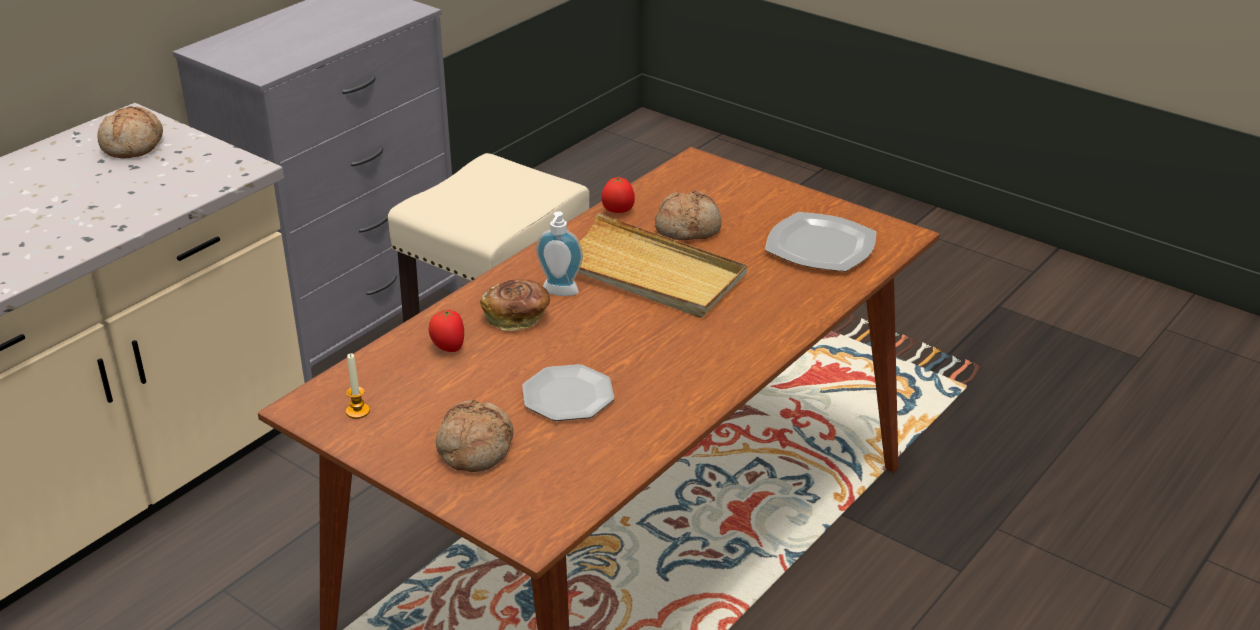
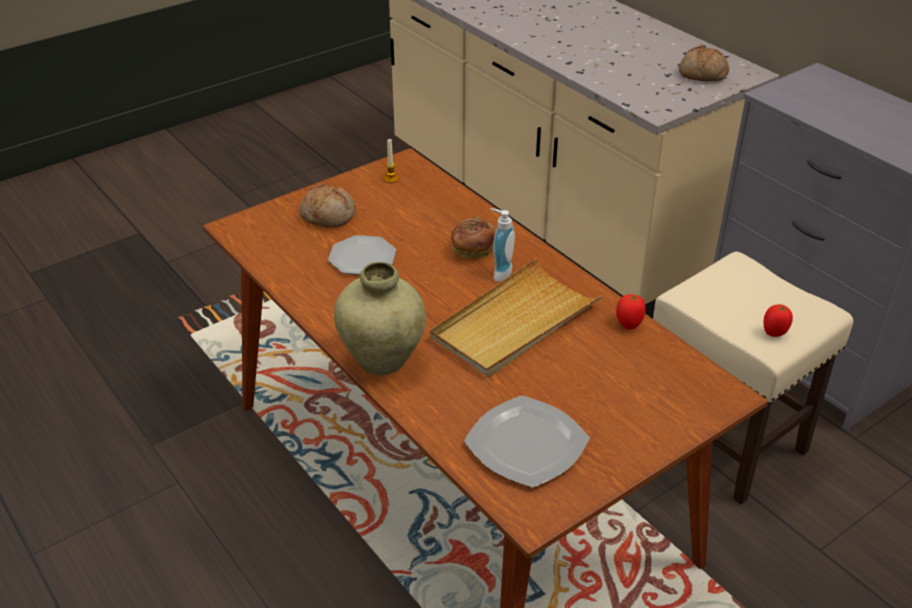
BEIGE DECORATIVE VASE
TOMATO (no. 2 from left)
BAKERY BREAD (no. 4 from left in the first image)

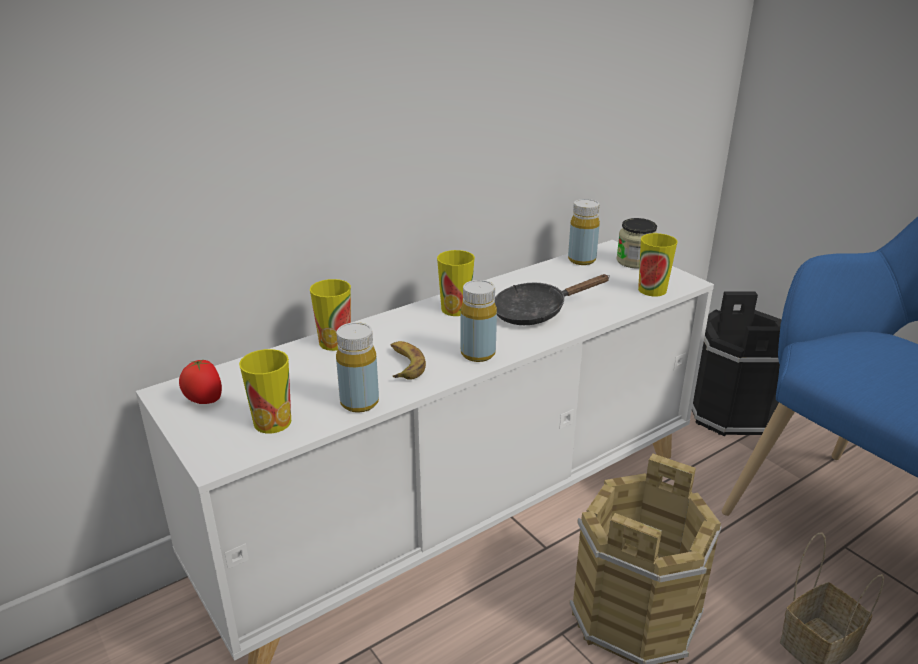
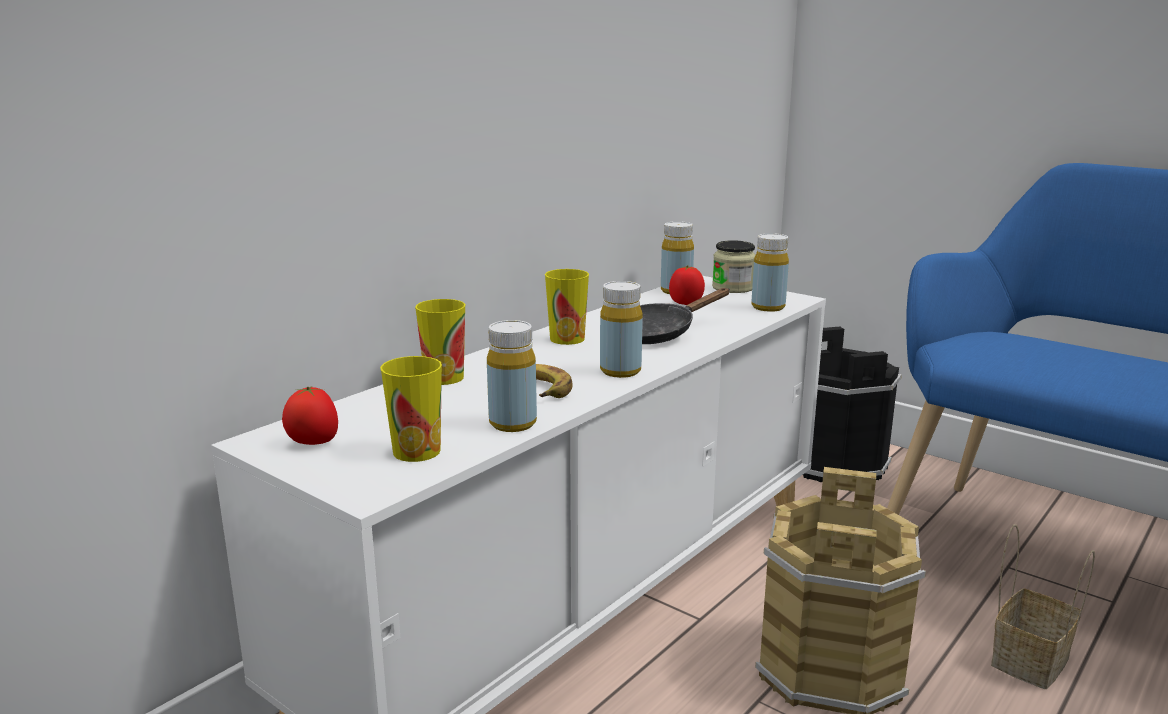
TOMATO (no. 2 from left)
YELLOW BOTTLE (no. 4 from left)

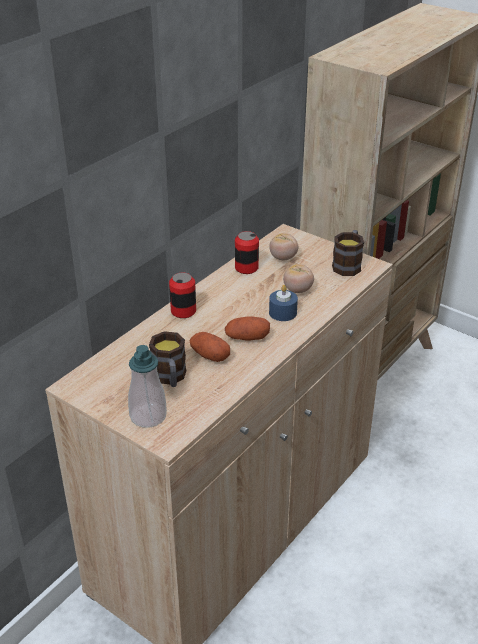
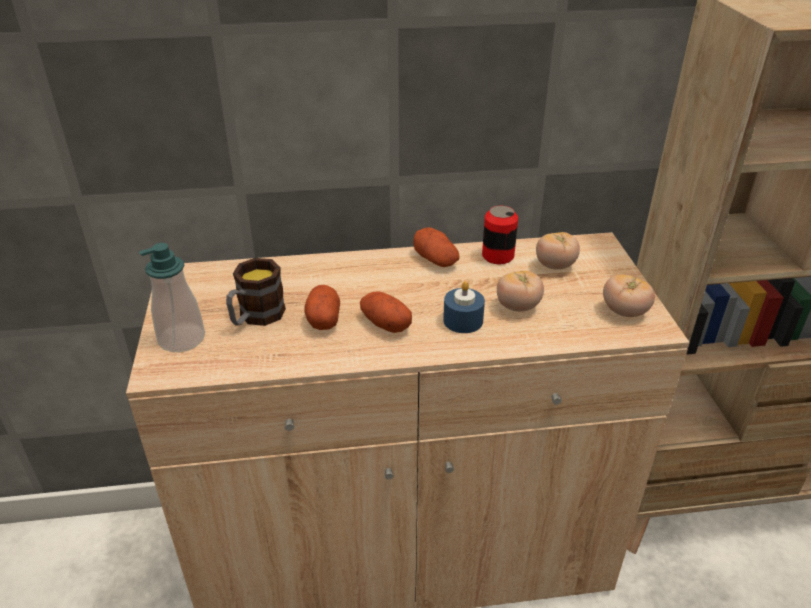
SPUD (no. 3 from left)
TOMATO (no. 3 from left)
SEALED CAN (no. 1 from left in the first image)

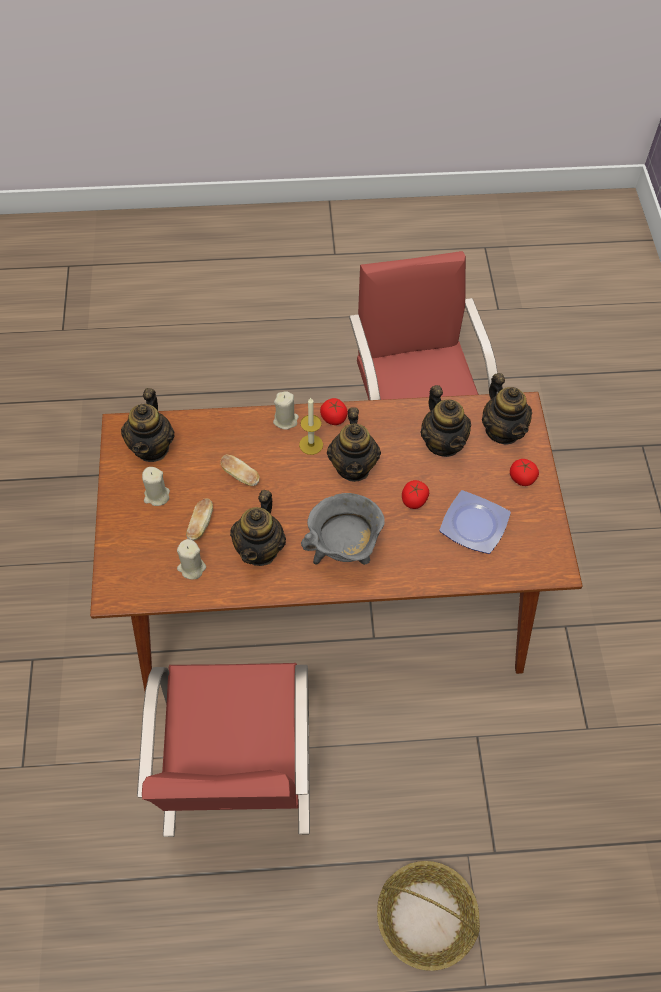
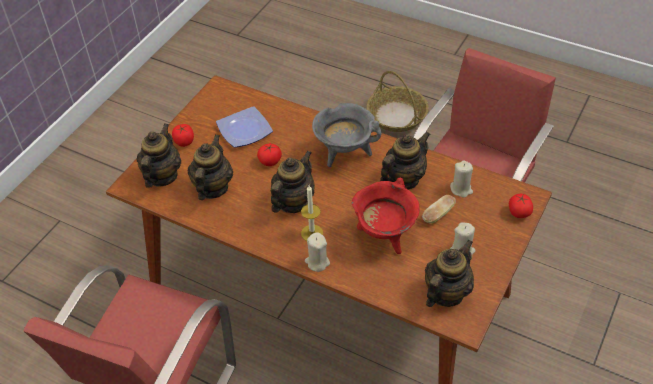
RED SAUCEPOT
TOMATO (no. 3 from left)

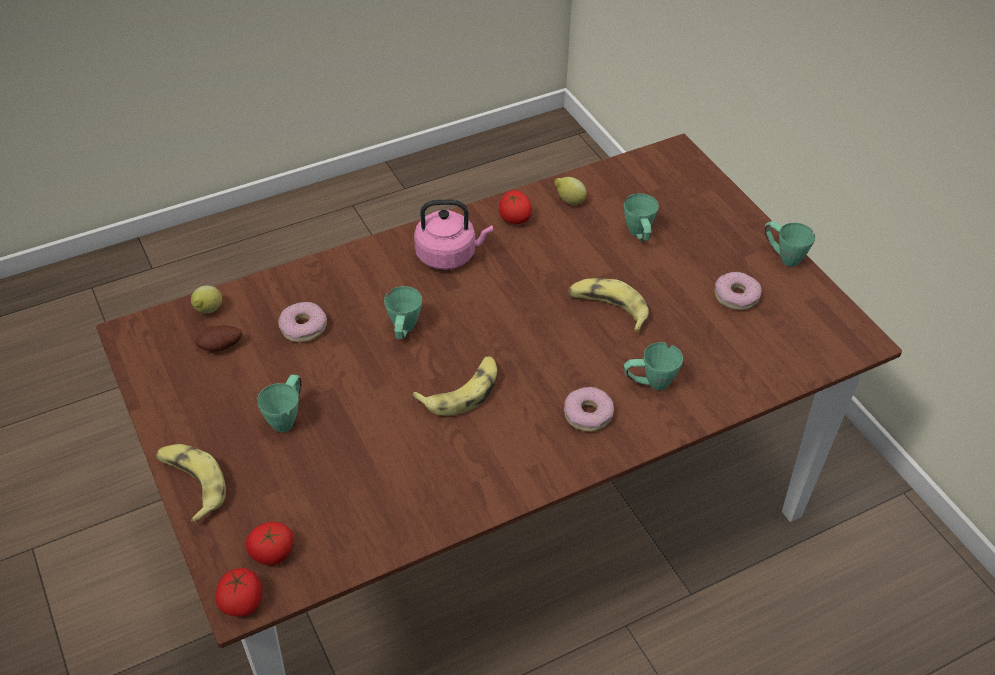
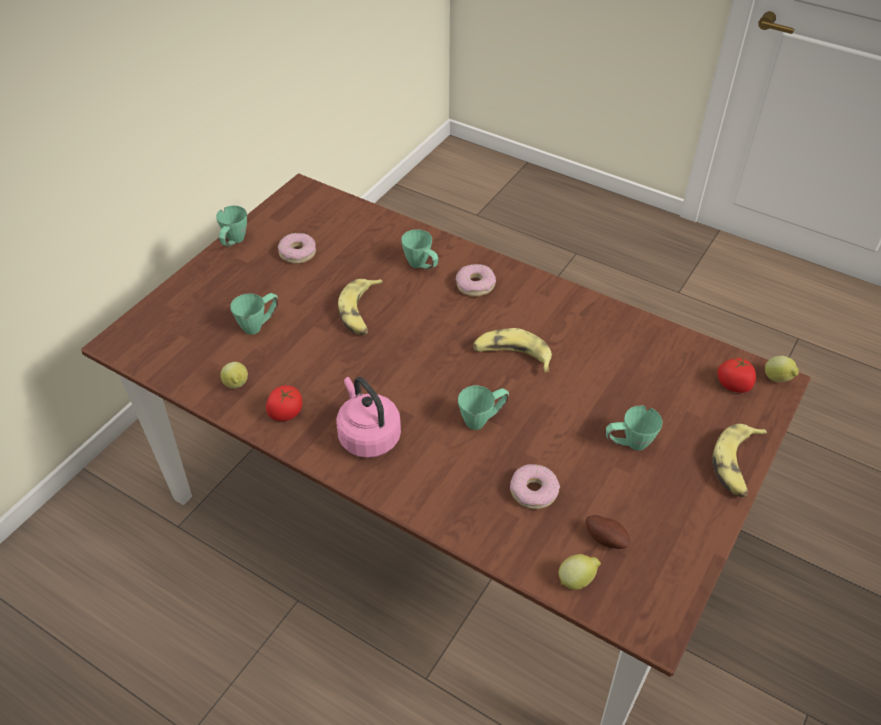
WHOLE LEMON (no. 3 from left)

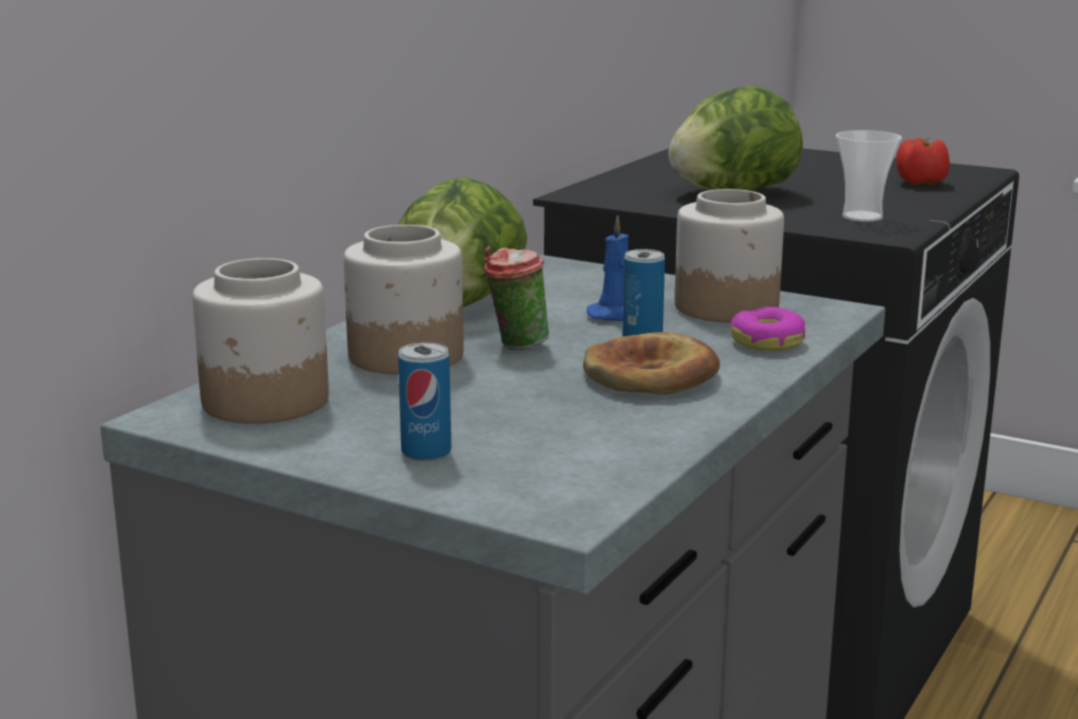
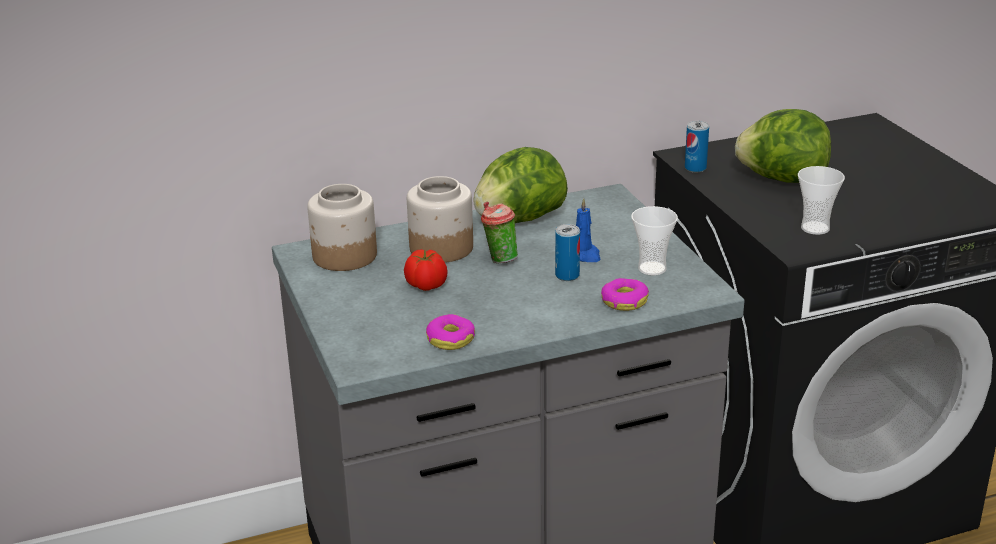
TOMATO
RING DOUGHNUT (no. 1 from left)
SMALL CUP (no. 2 from left)
SEALED CAN (no. 2 from left)
BAKERY BREAD

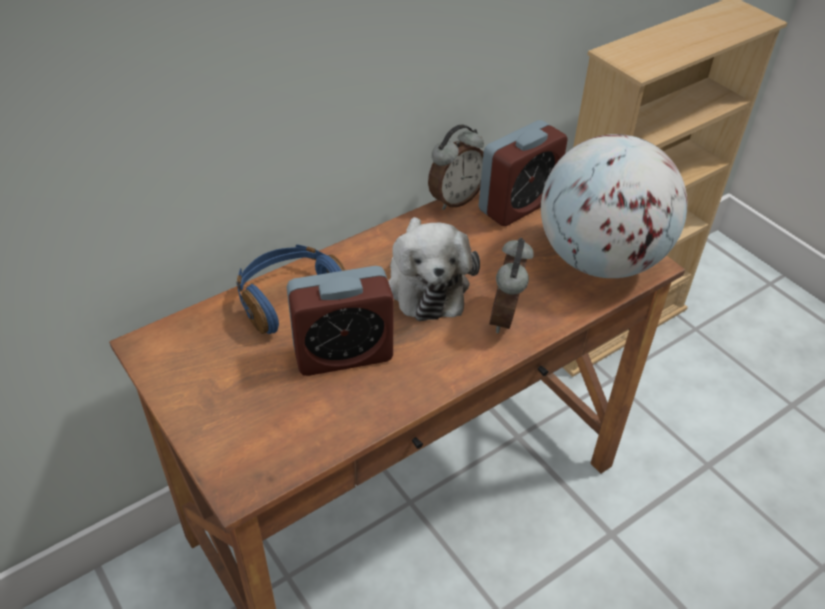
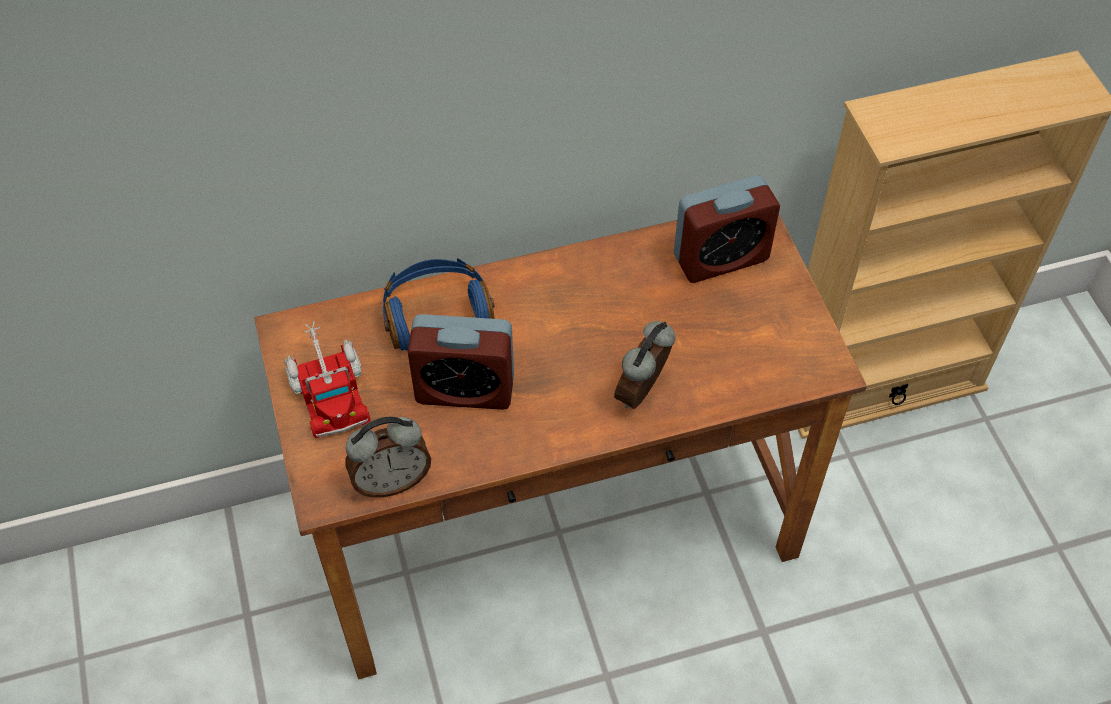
MODEL TRUCK
BEDSIDE CLOCK (no. 1 from left)
CUDDLY TOY
GLOBE

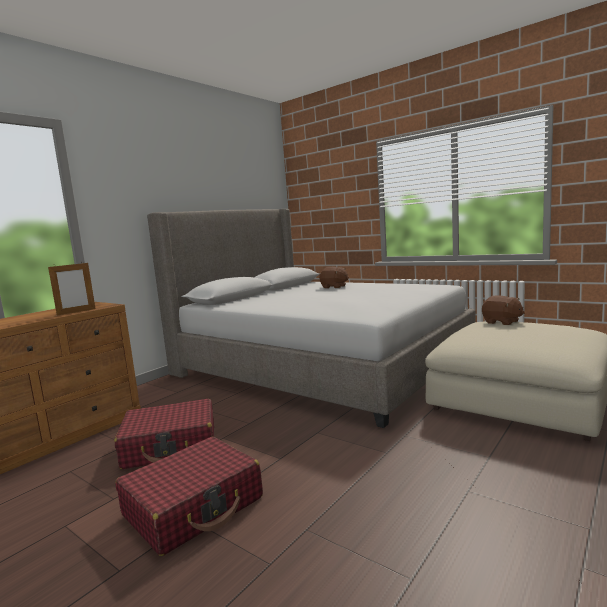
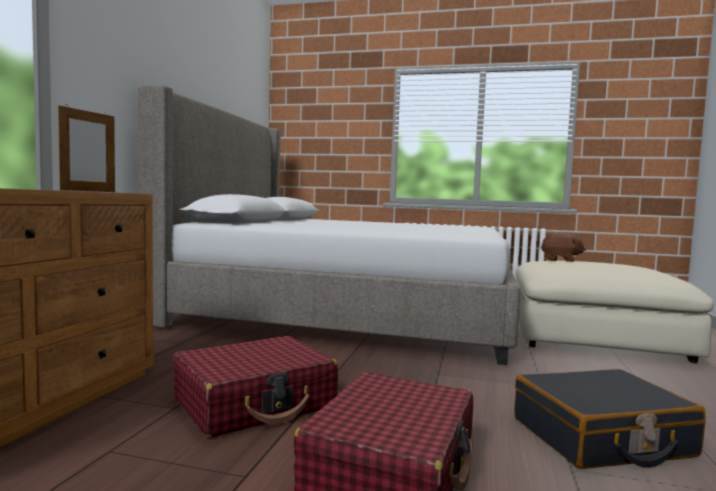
BLACKISH PIECE OF LUGGAGE
BROWN-COLOURED CUDDLY TOY (no. 1 from left in the first image)

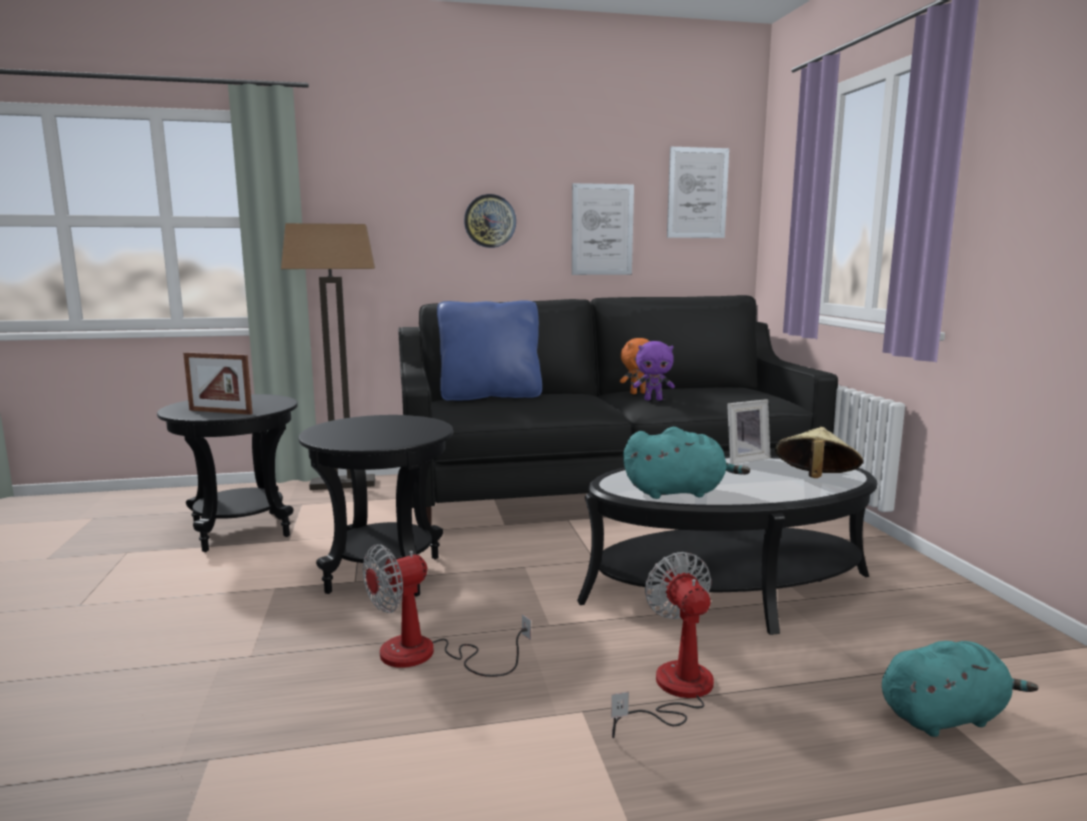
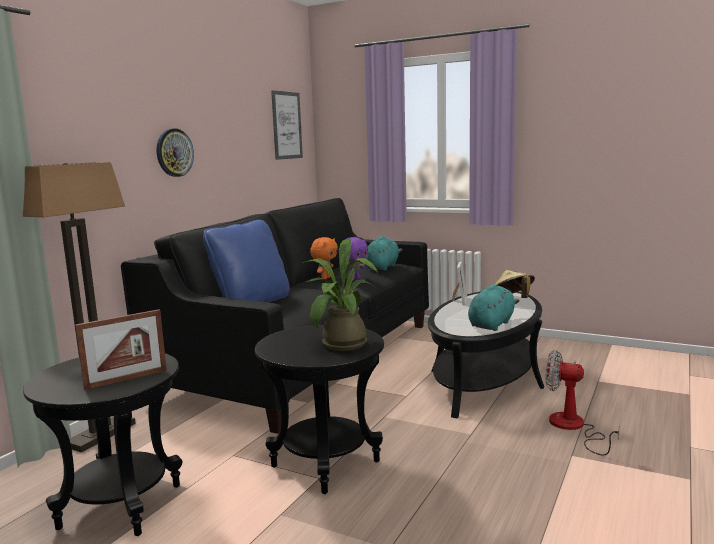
PLANT IN A POT
TURQUOISE CUDDLY TOY (no. 1 from left)
ELECTRIC FAN (no. 1 from left in the first image)
WALL ART (no. 1 from left in the first image)

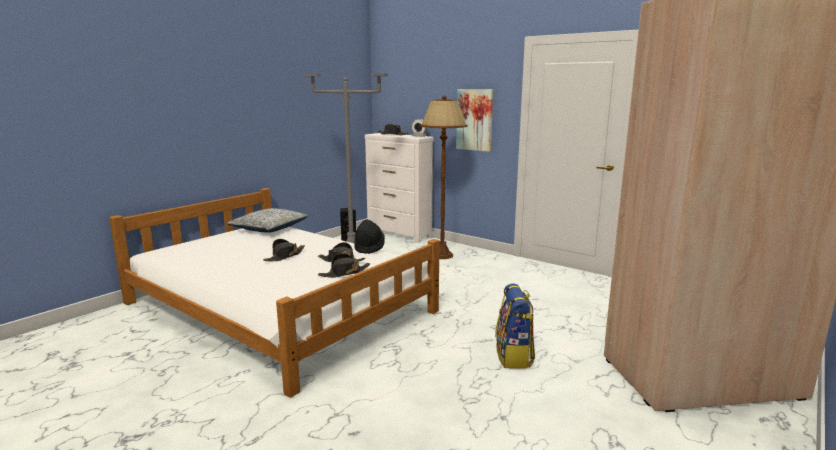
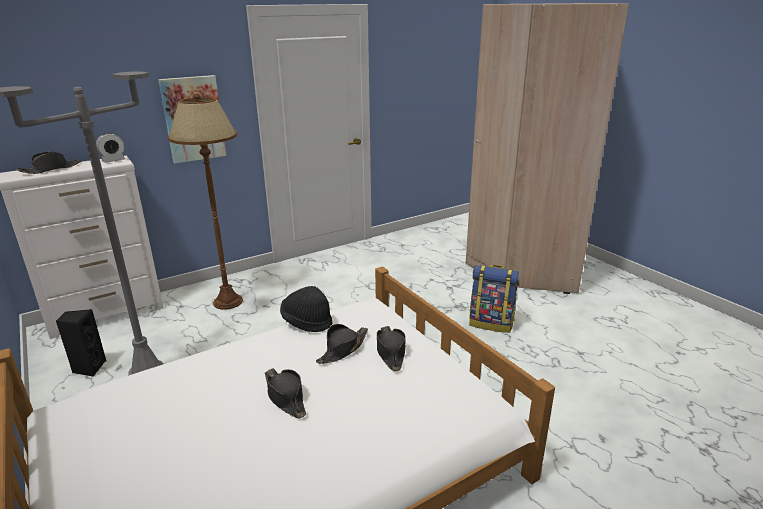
PILLOW

